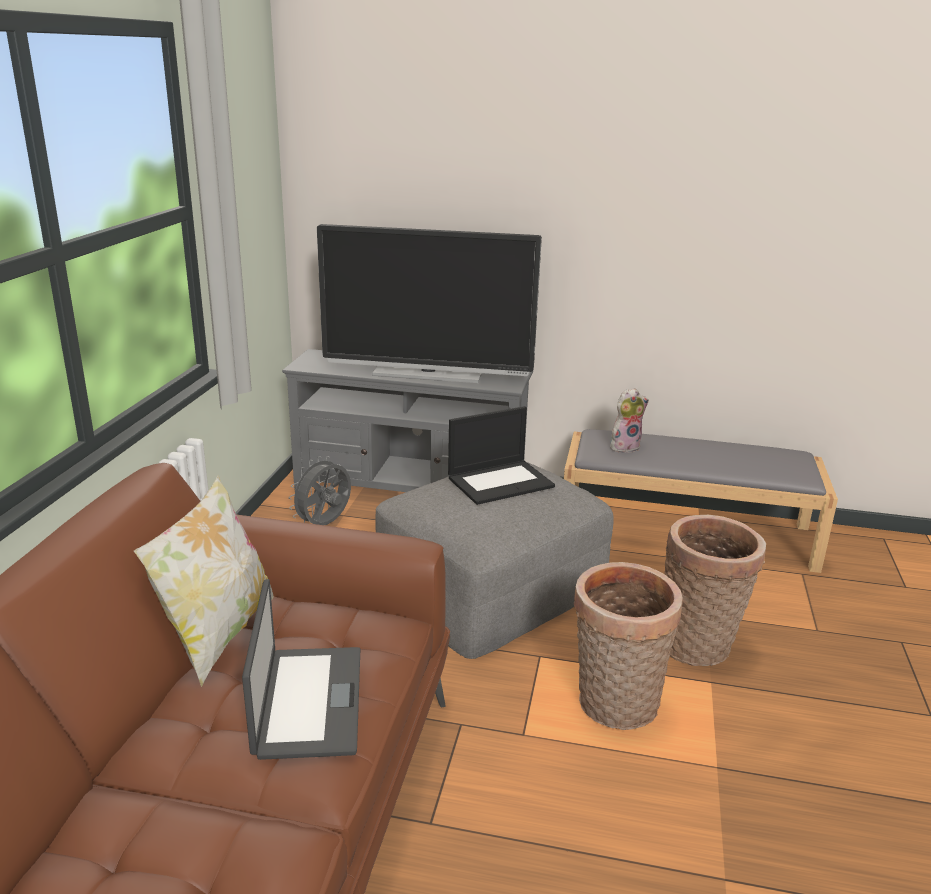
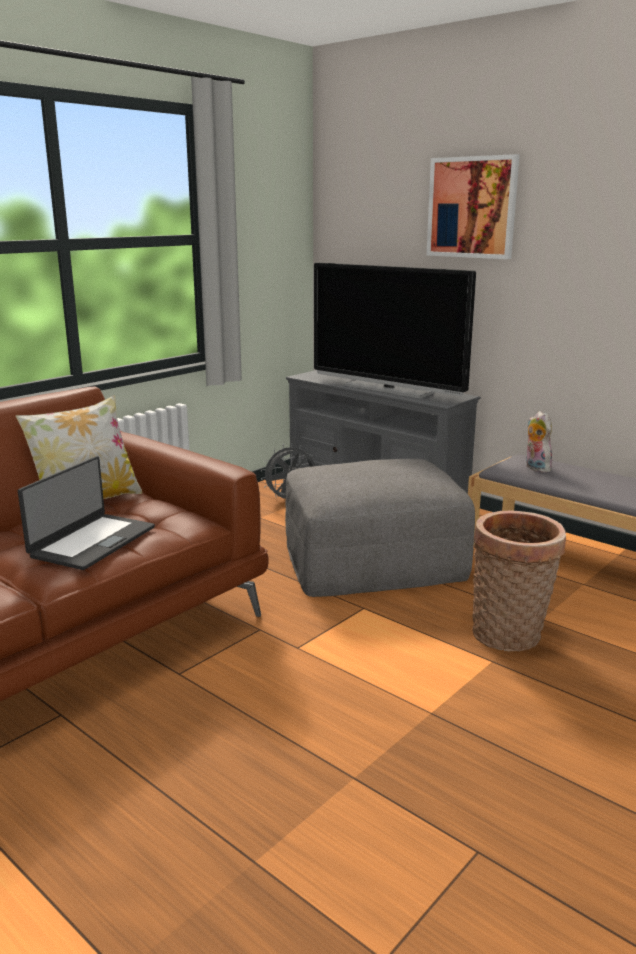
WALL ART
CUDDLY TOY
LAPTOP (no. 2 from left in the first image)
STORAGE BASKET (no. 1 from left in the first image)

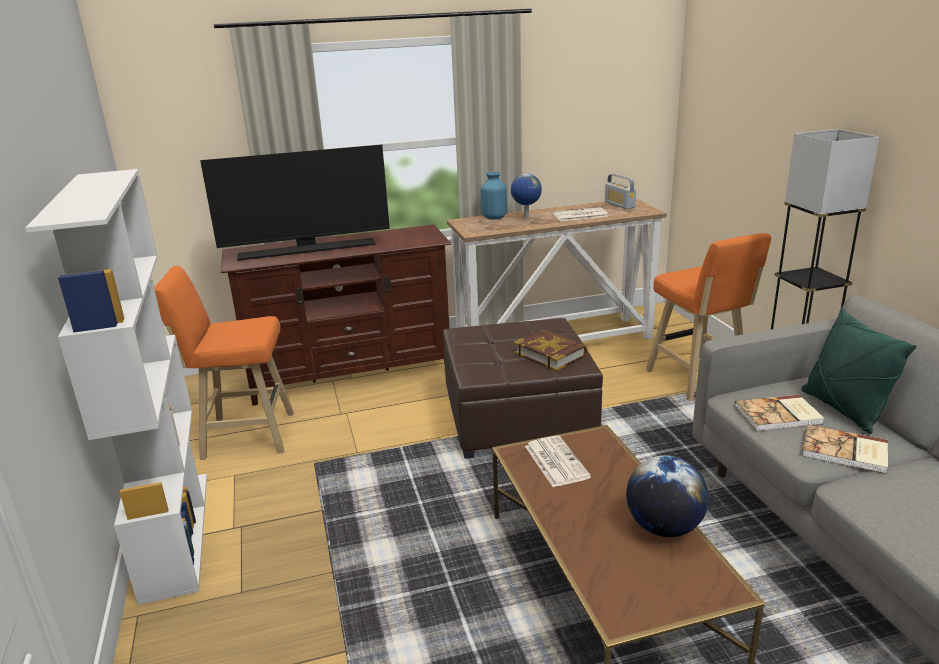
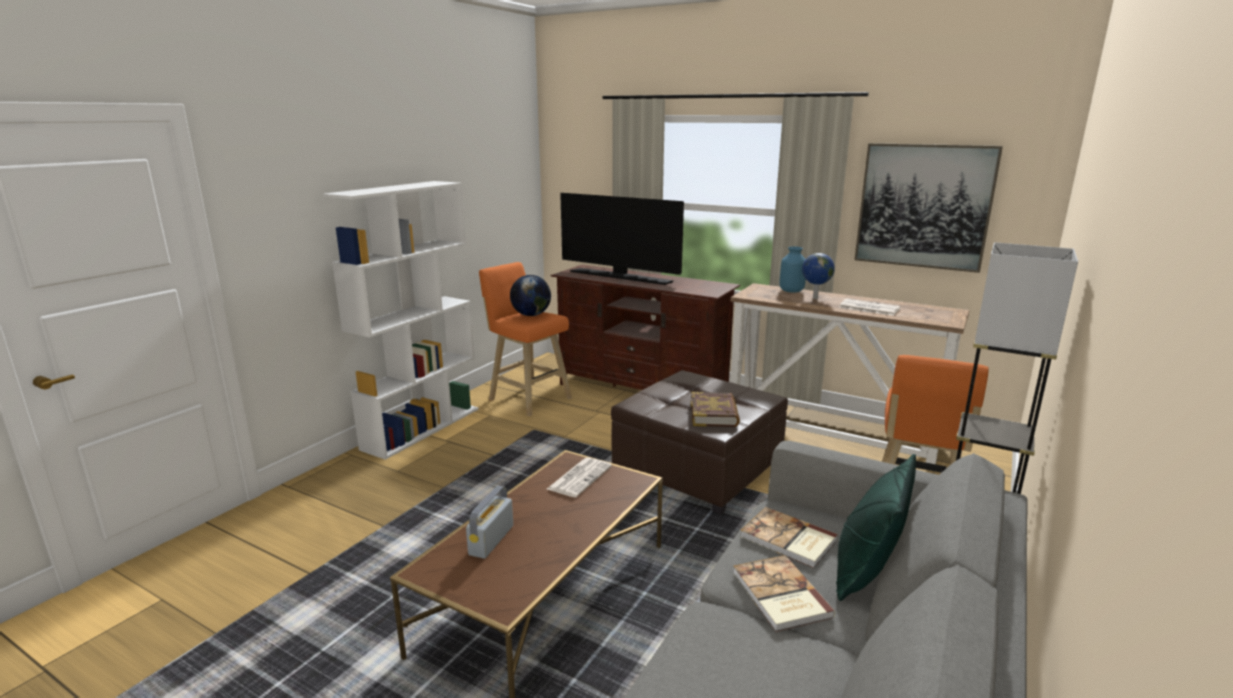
RADIO SET
GLOBE (no. 1 from left)
WALL ART

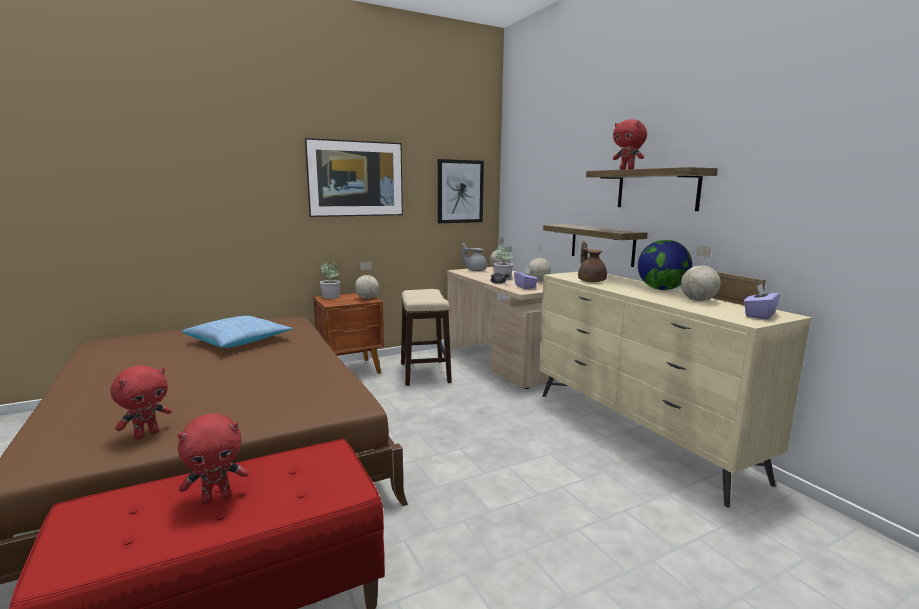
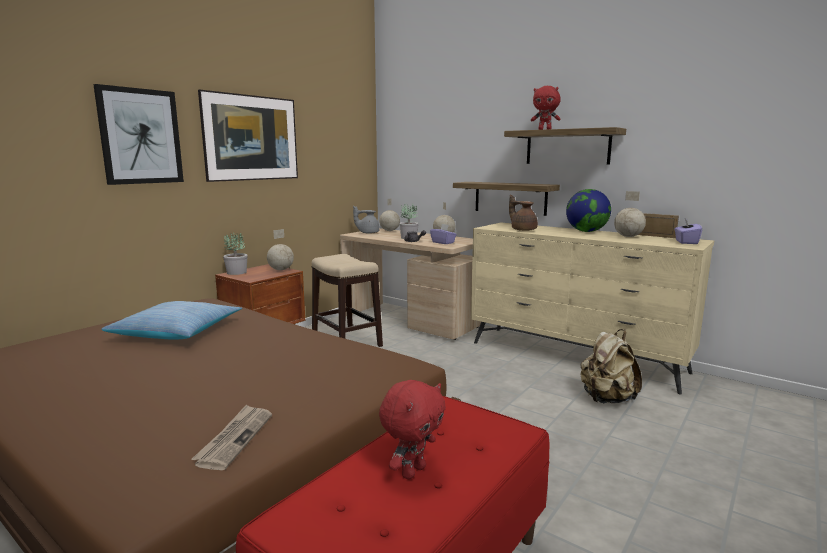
WALL ART (no. 1 from left)
DAILY PAPER
BEIGE KNAPSACK

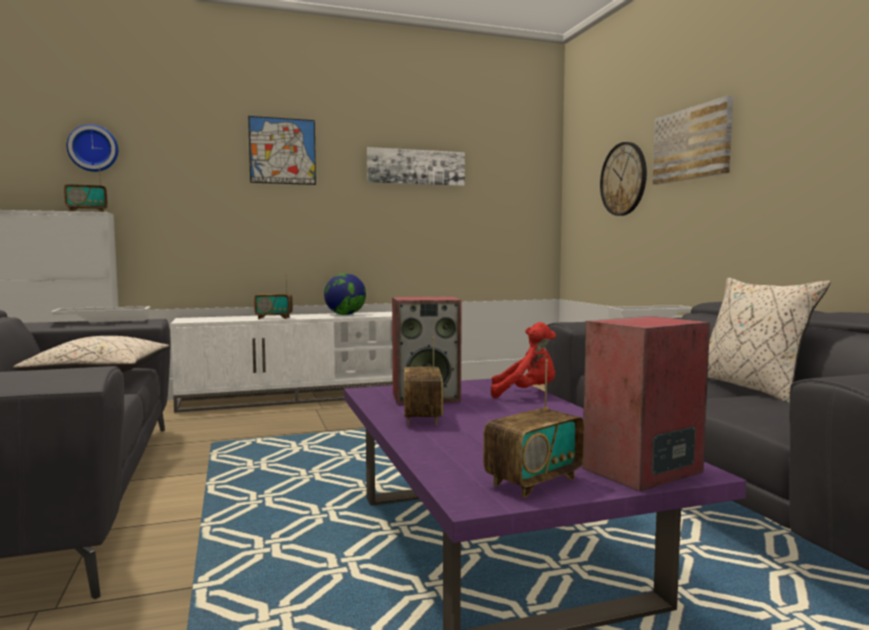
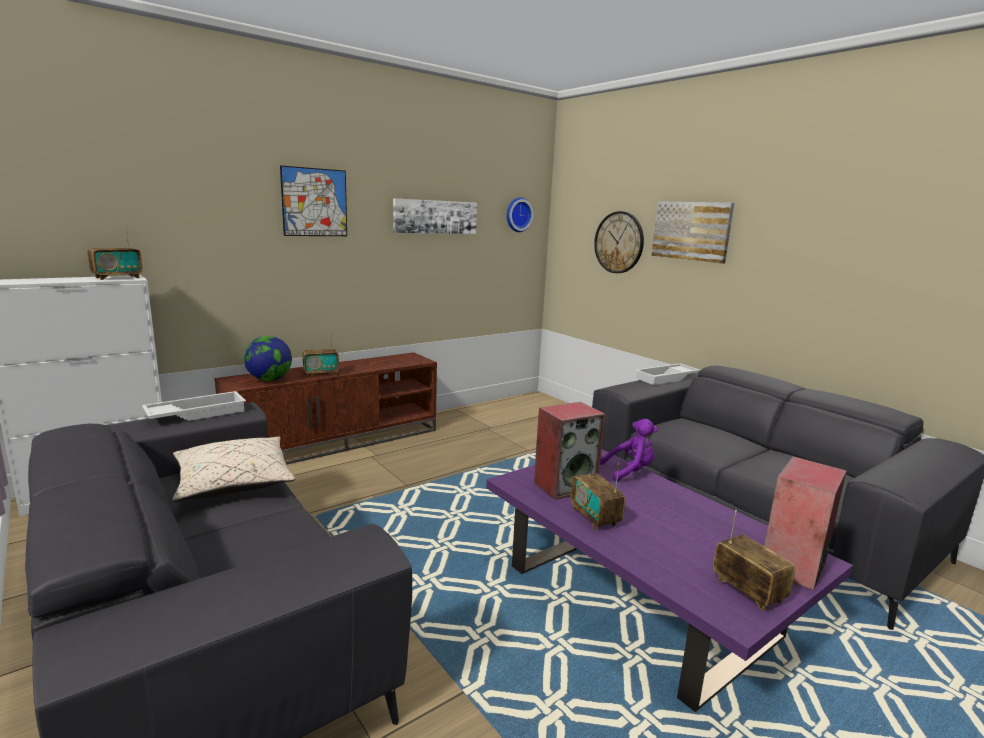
BROWN-COLOURED TV STAND
GLOBE
CLOCK ON THE WALL (no. 1 from left)
PURPLE-COLOURED CUDDLY TOY
RADIO SET (no. 4 from left)
BEIGE PILLOW (no. 2 from left in the first image)

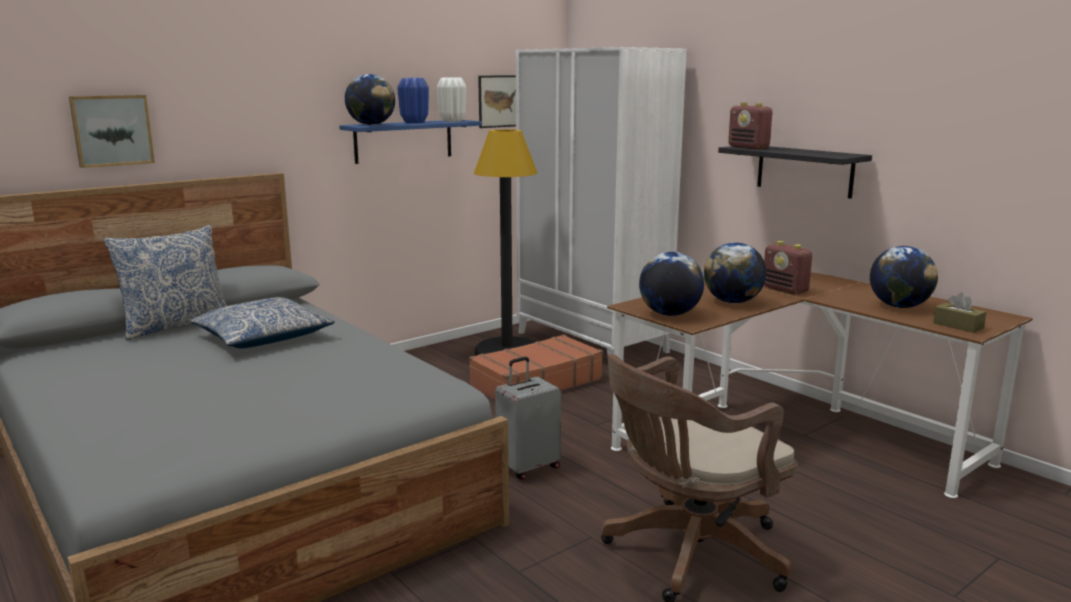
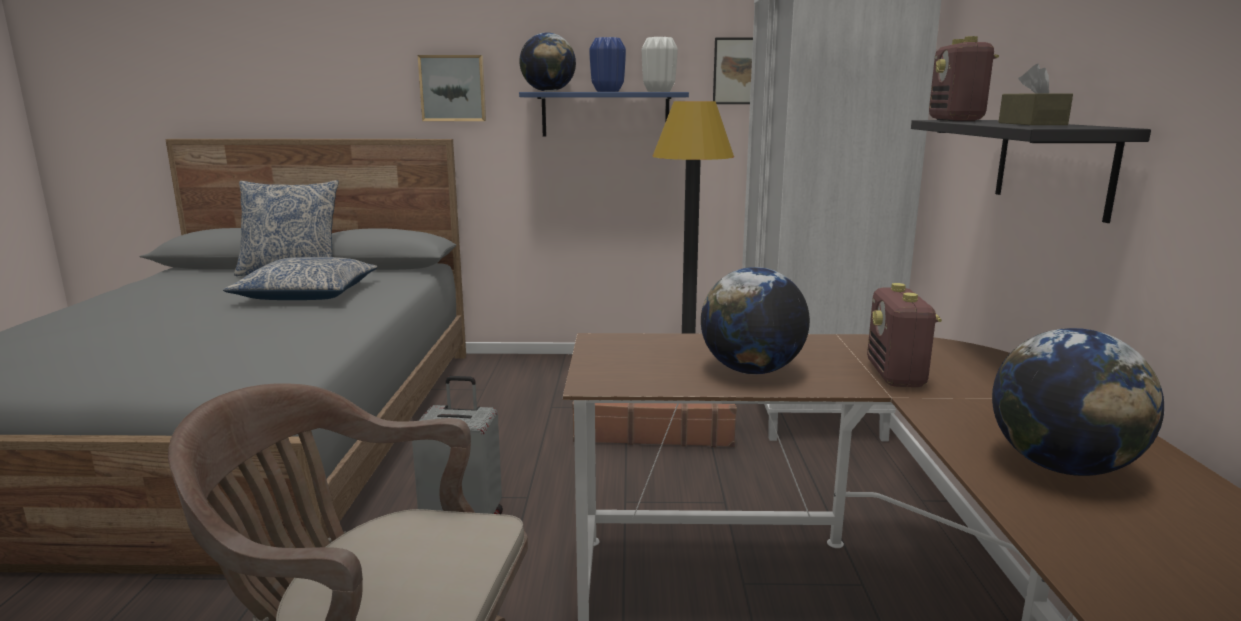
WALL ART (no. 1 from left)
BROWN-COLOURED TISSUE HOLDER
GLOBE (no. 2 from left in the first image)

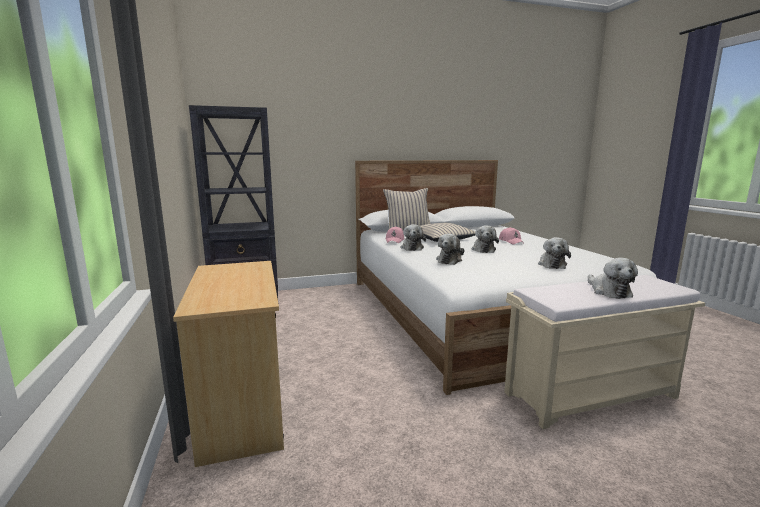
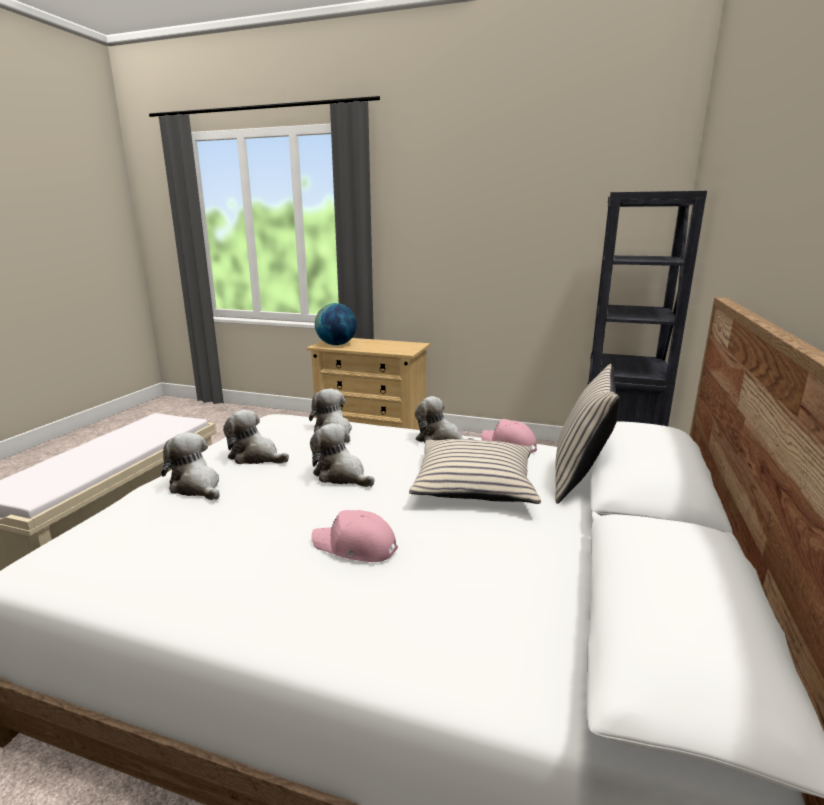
CUDDLY TOY (no. 2 from left)
GLOBE

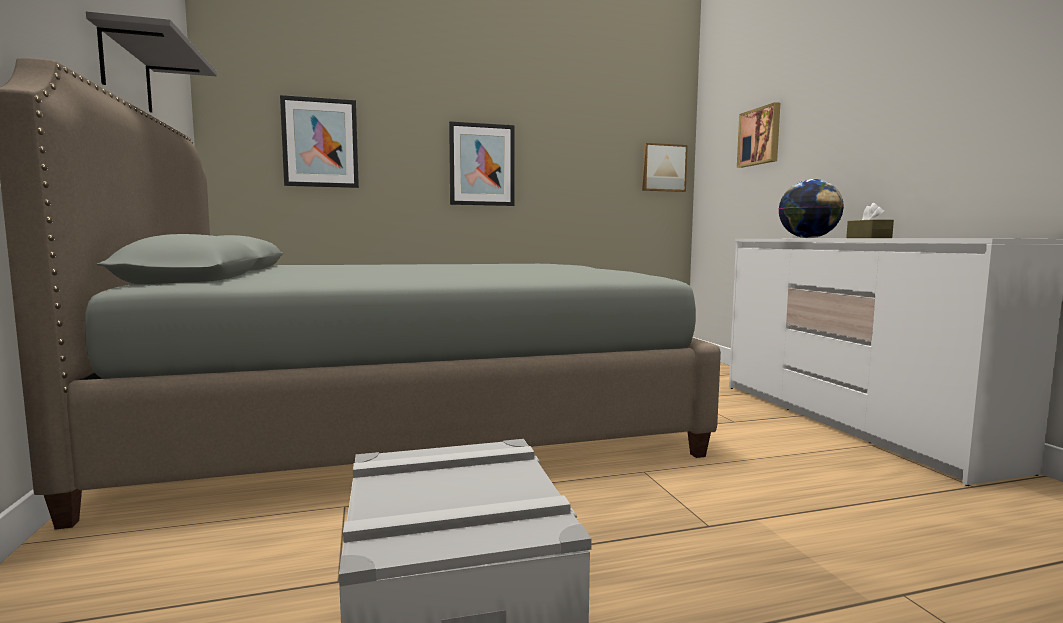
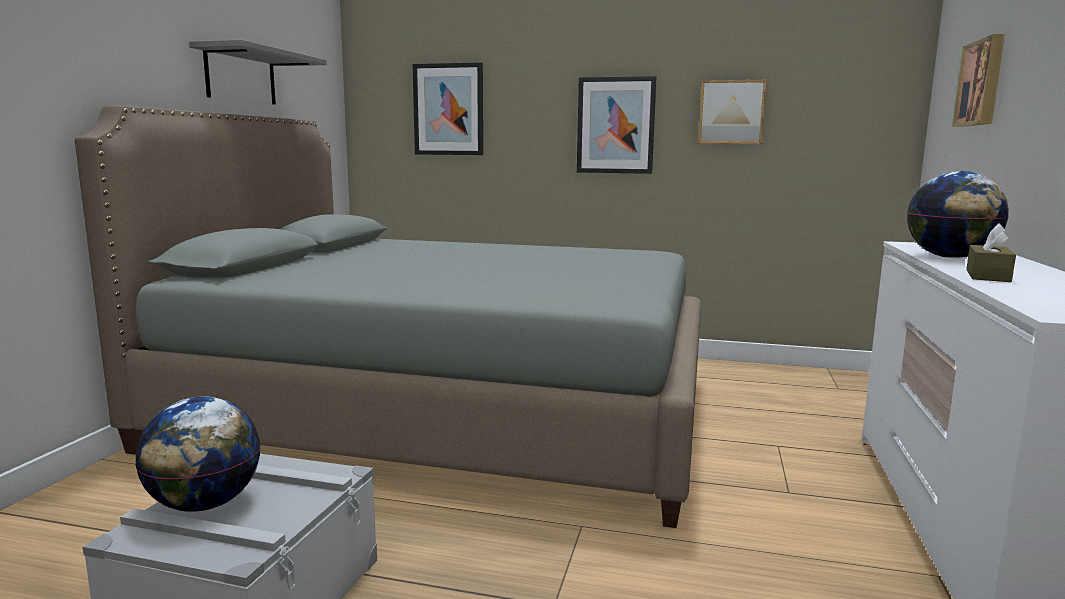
GLOBE (no. 1 from left)
WALL ART (no. 3 from left)

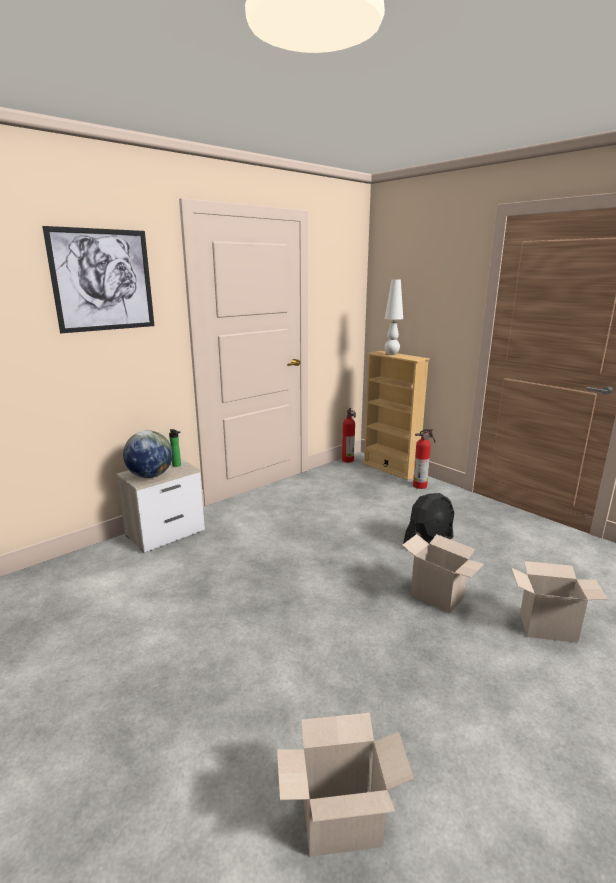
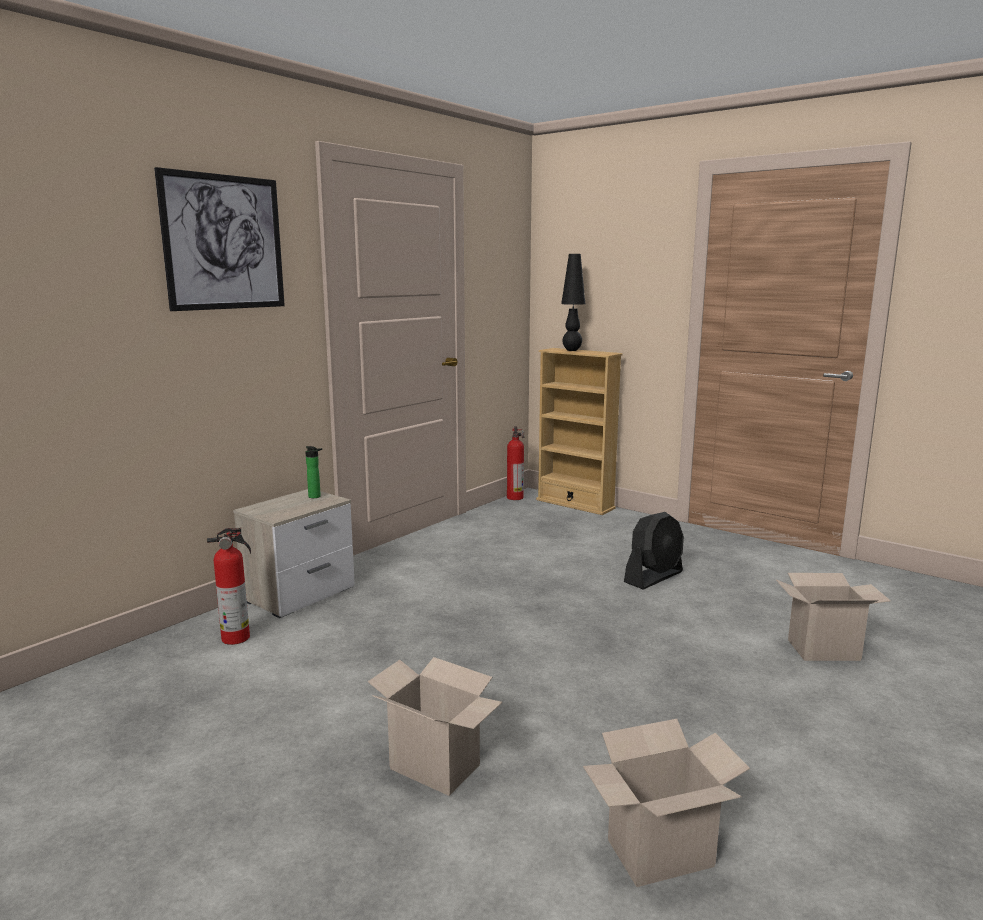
EXTINGUISHER (no. 1 from left)
CARDBOARD BOX (no. 1 from left)
BLACKISH LAMP FOR A TABLE
GLOBE

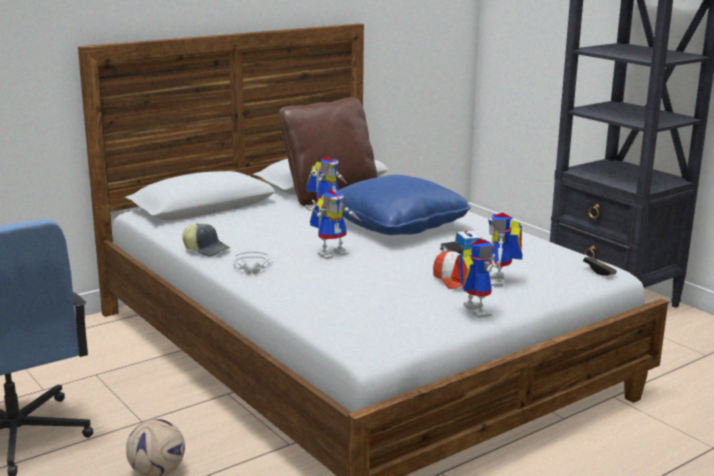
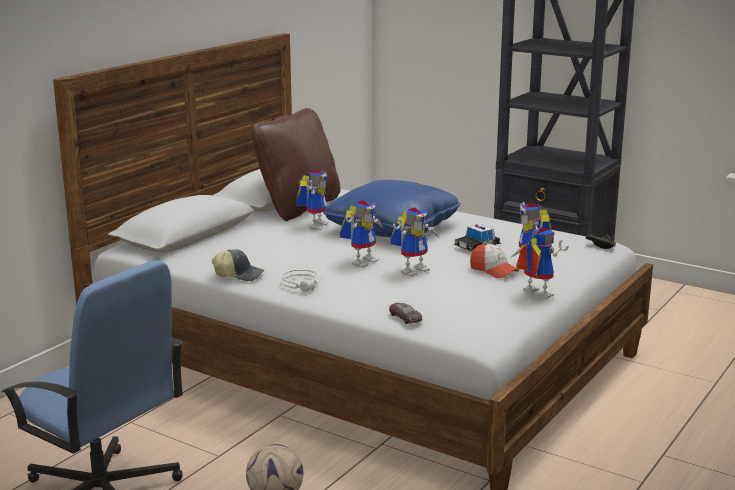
MODEL CAR (no. 1 from left)
ROBOT FIGURE (no. 3 from left)

